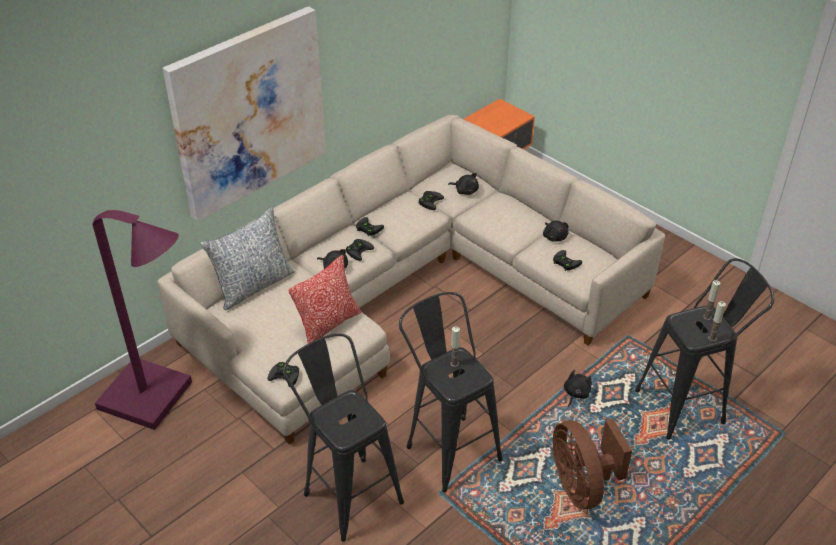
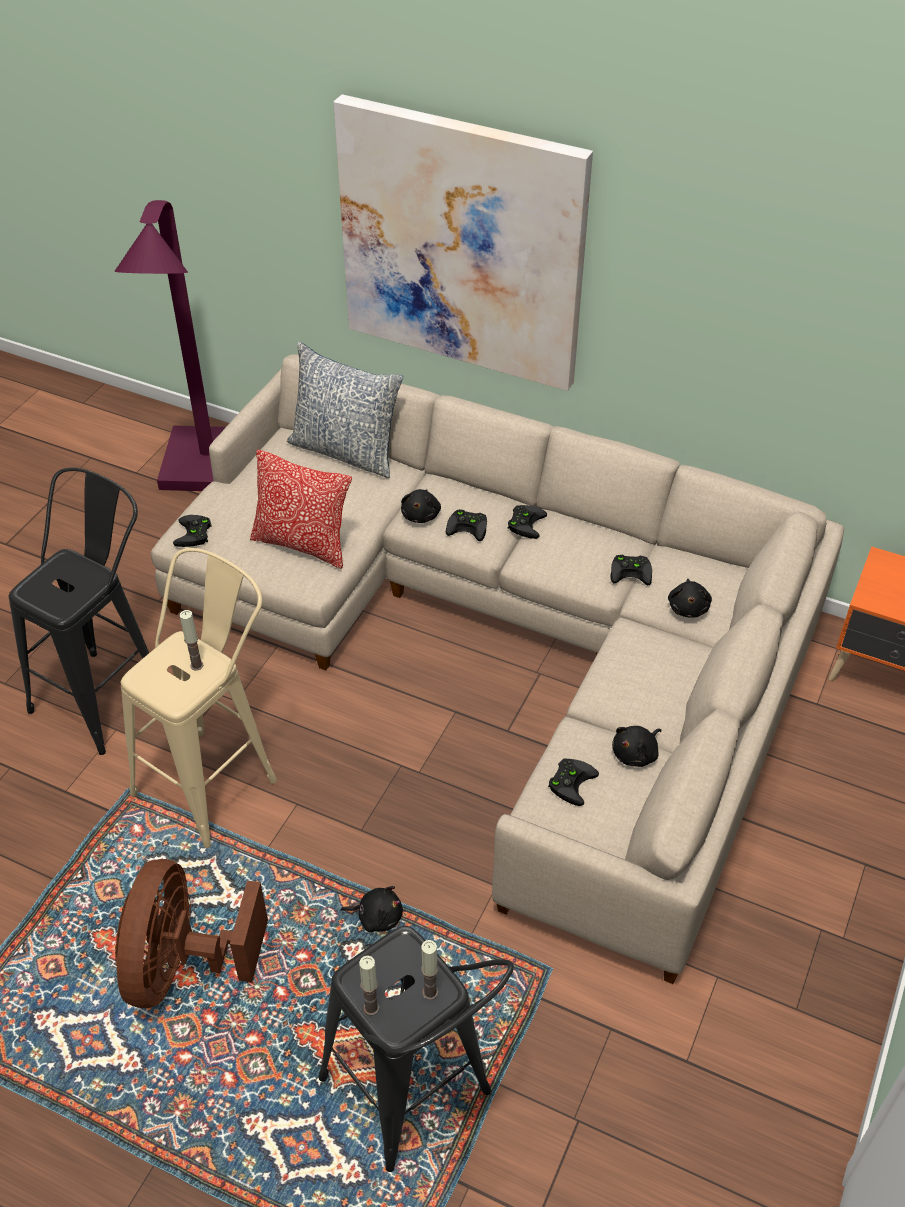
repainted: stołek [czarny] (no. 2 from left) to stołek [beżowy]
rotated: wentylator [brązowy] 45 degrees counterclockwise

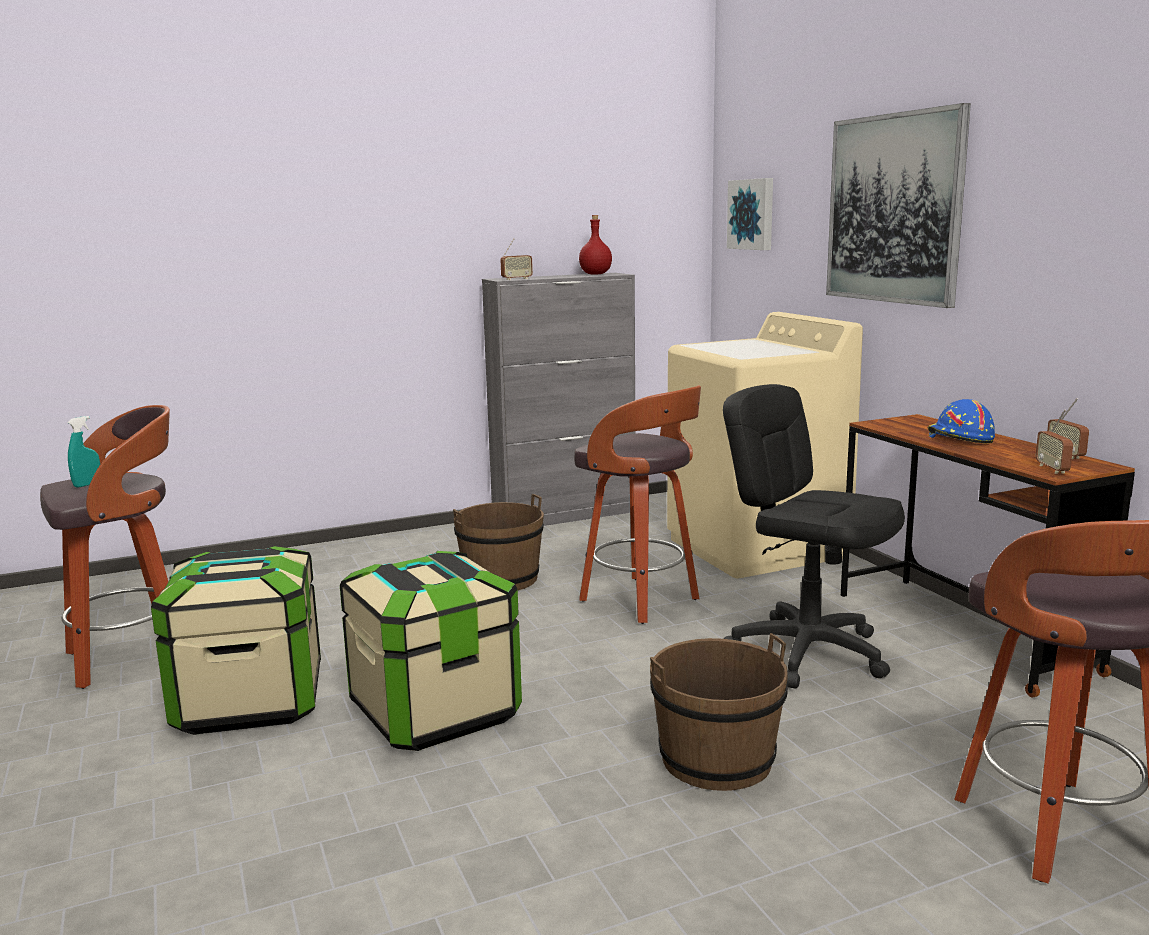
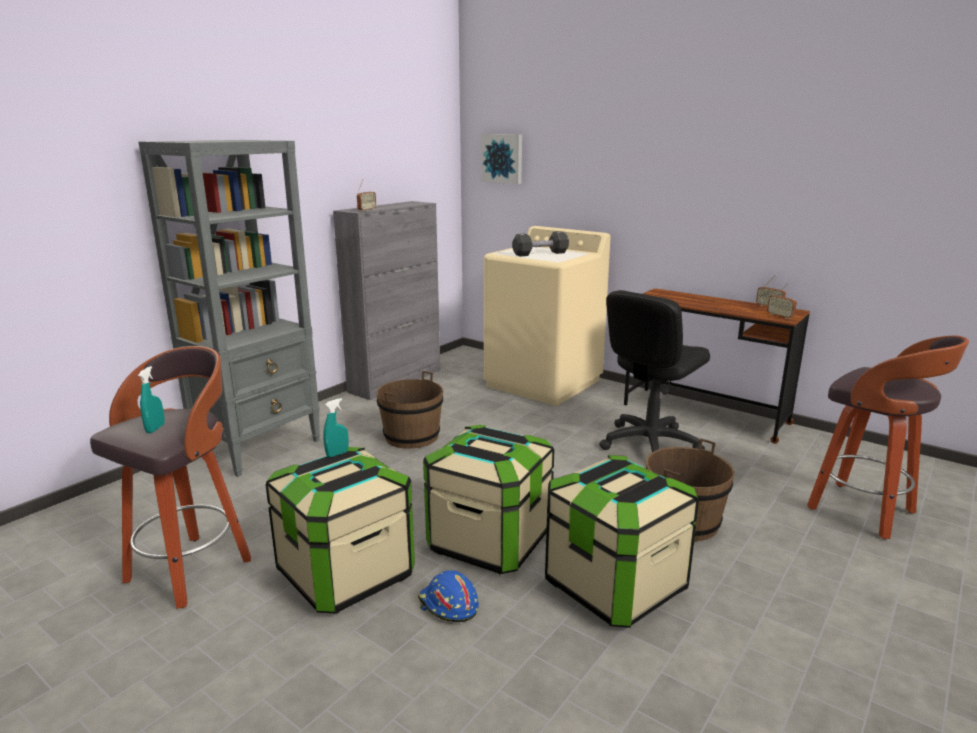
gone: stołek (no. 2 from left); butelka [czerwony]; obraz (no. 2 from left)
new: regał [szary]; spryskiwacz [turkusowy] (no. 2 from left); hantel [czarny]; pojemnik do przechowywania (no. 3 from left)
shifted: kask [niebieski]
rotated: krzesło biurowe [czarny] 60 degrees counterclockwise

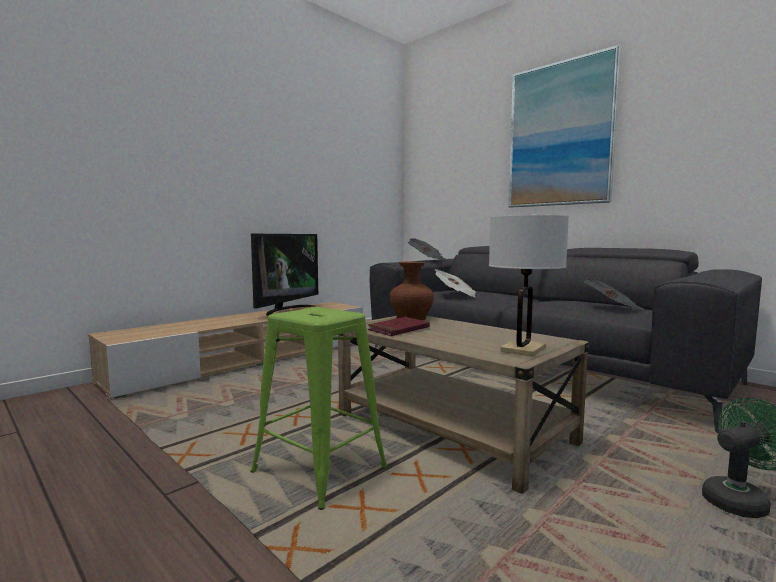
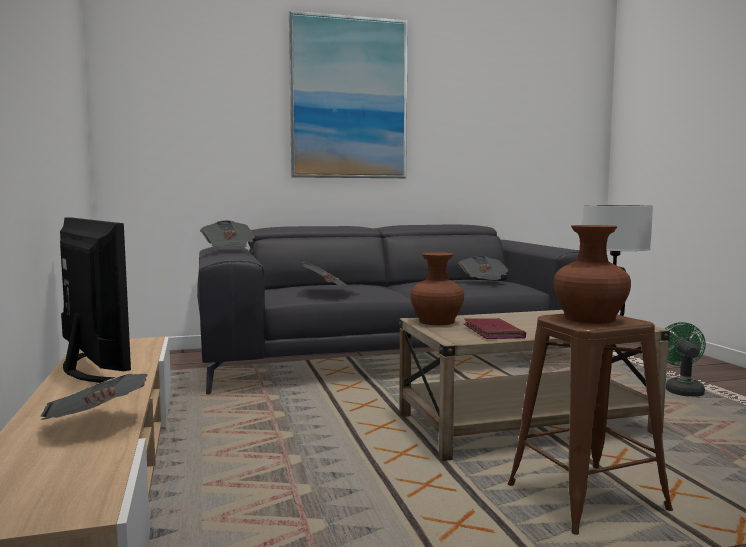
new: gazeta (no. 1 from left); wazon [brązowy] (no. 2 from left)
repainted: stołek [zielony] to stołek [brązowy]

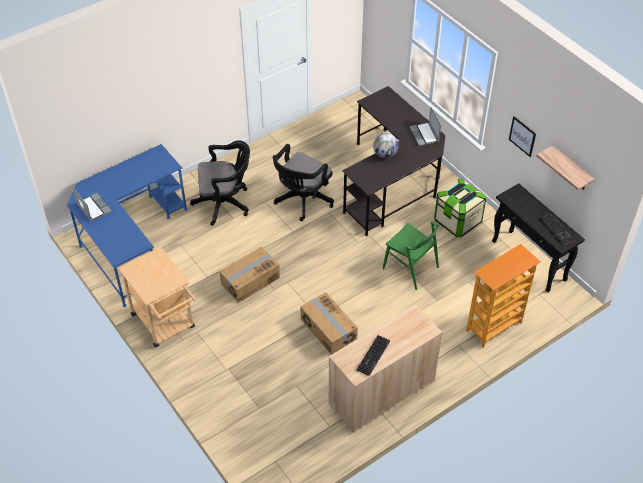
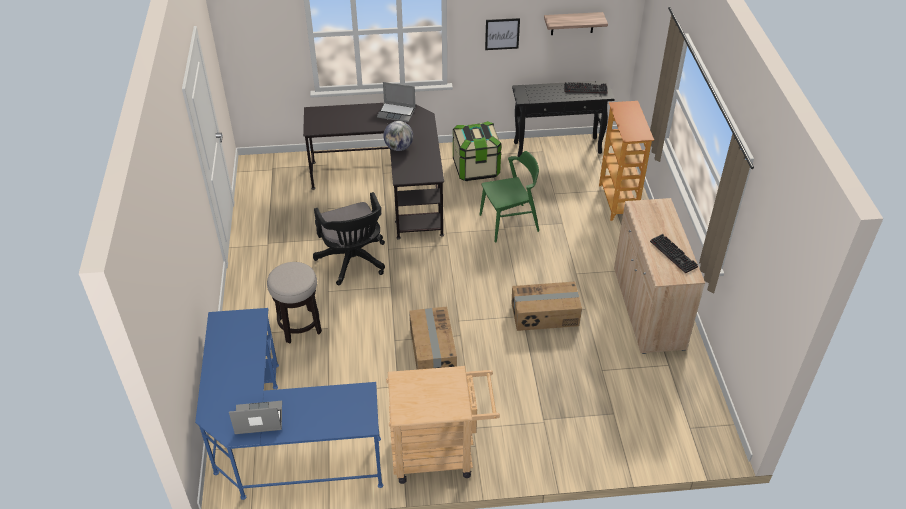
swapped: krzesło biurowe [czarny] (no. 1 from left) to stołek

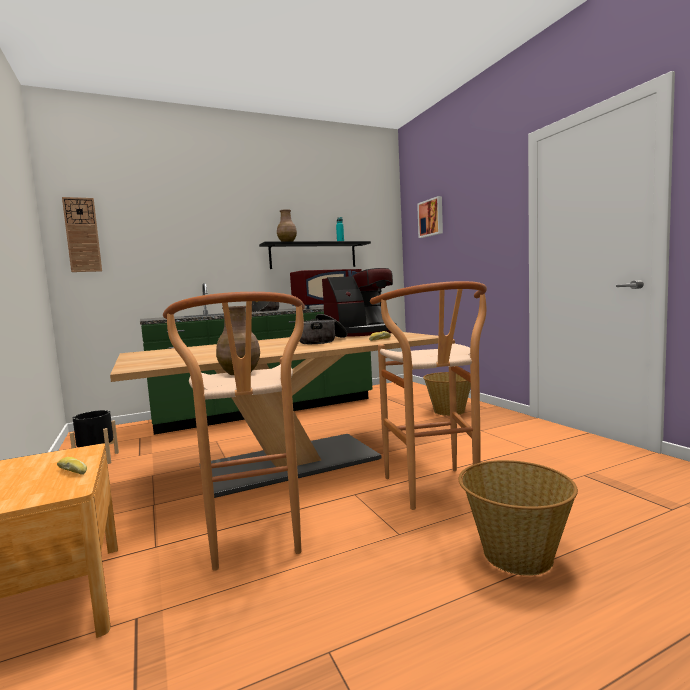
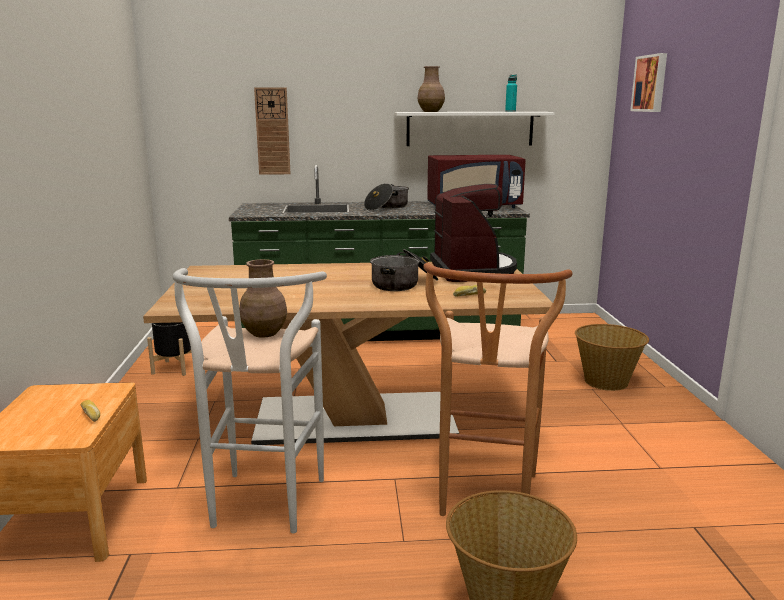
shifted: zegar ścienny
repainted: stołek [brązowy] (no. 1 from left) to stołek [biały]; półka [czarny] to półka [biały]
rotated: ekspres do kawy 90 degrees counterclockwise

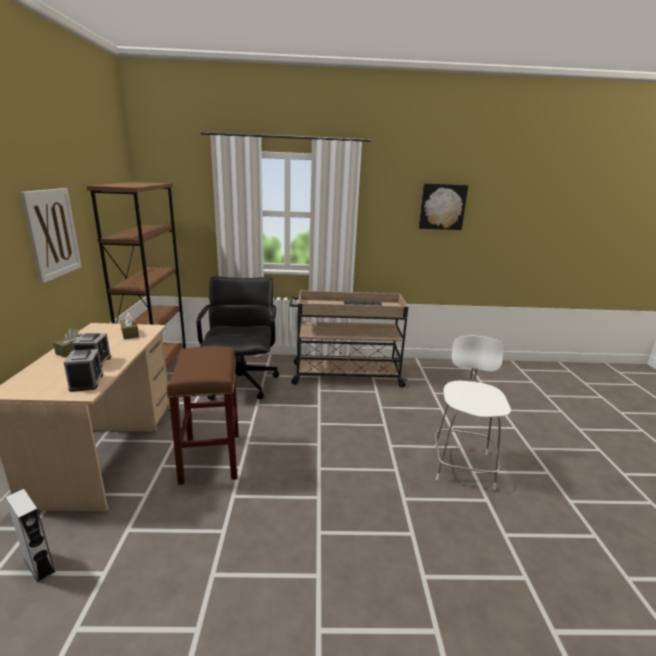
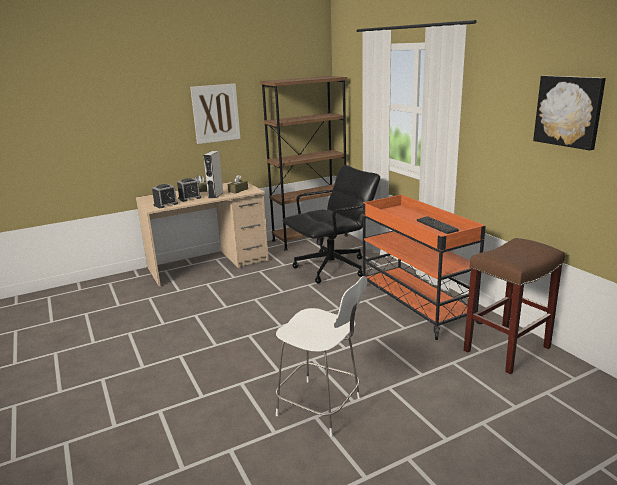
shifted: głośnik [szary]; stołek [brązowy]
repainted: wózek [beżowy] to wózek [pomarańczowy]
rotated: krzesło [biały] 45 degrees clockwise

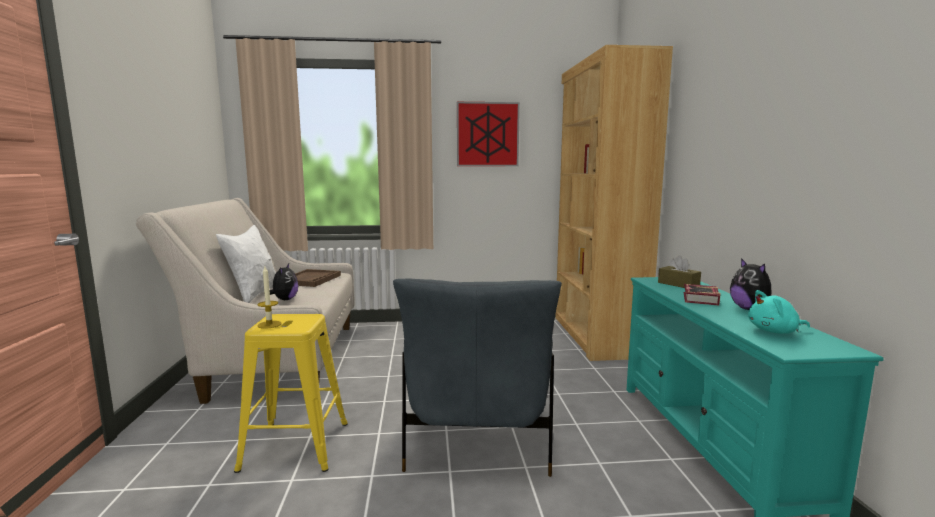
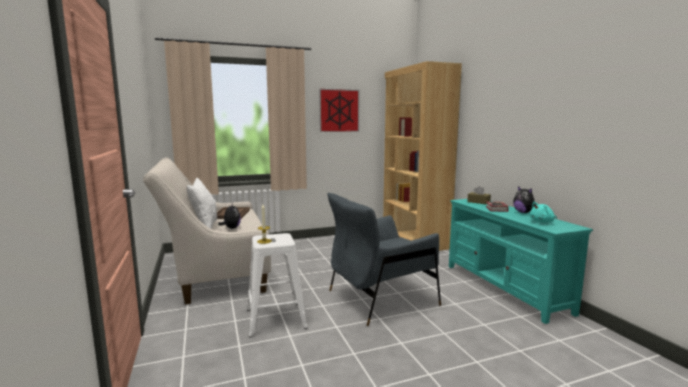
repainted: stołek [żółty] to stołek [biały]
rotated: fotel [szary] 75 degrees clockwise

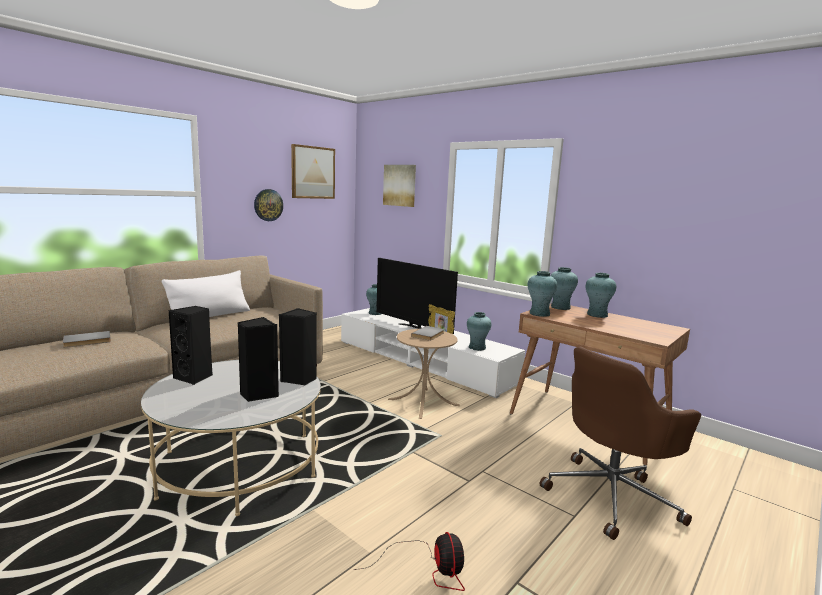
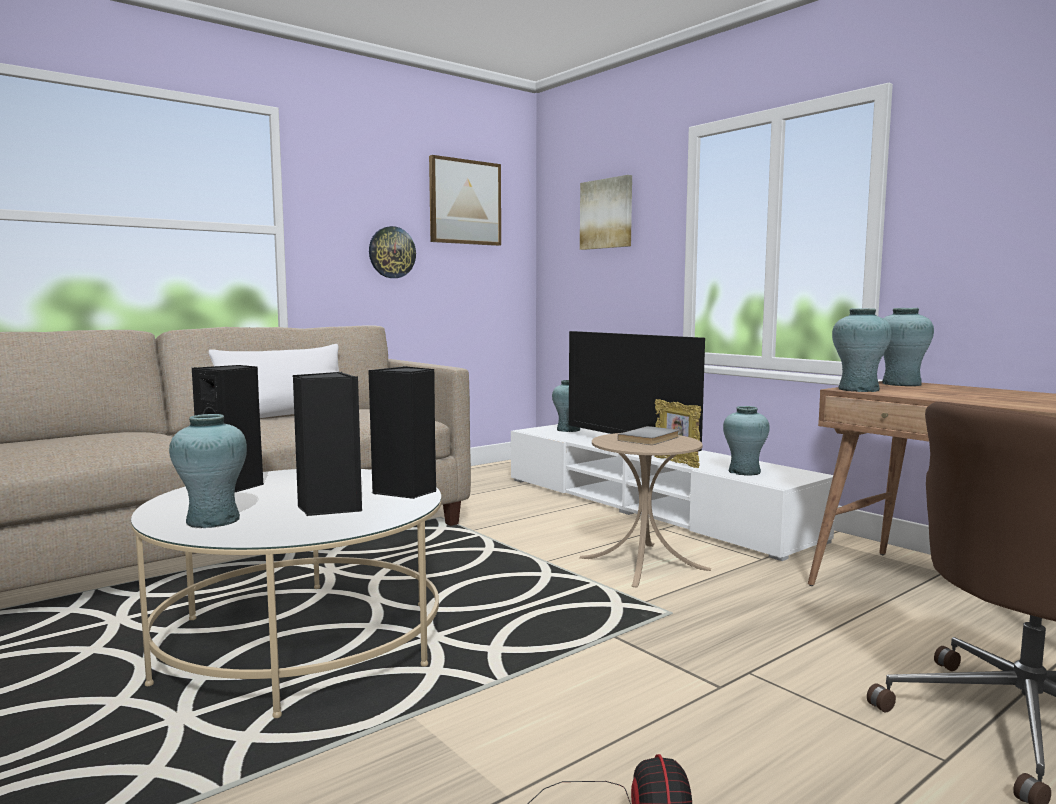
gone: książka [szary] (no. 1 from left)
shifted: wazon [turkusowy] (no. 5 from left in the first image) to wazon [turkusowy] (no. 1 from left)

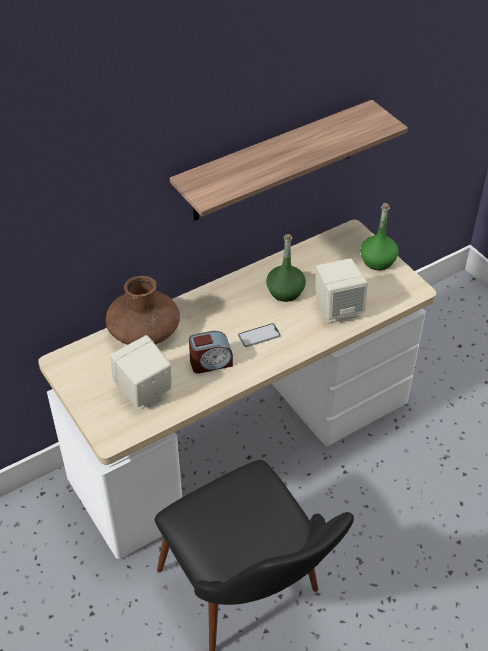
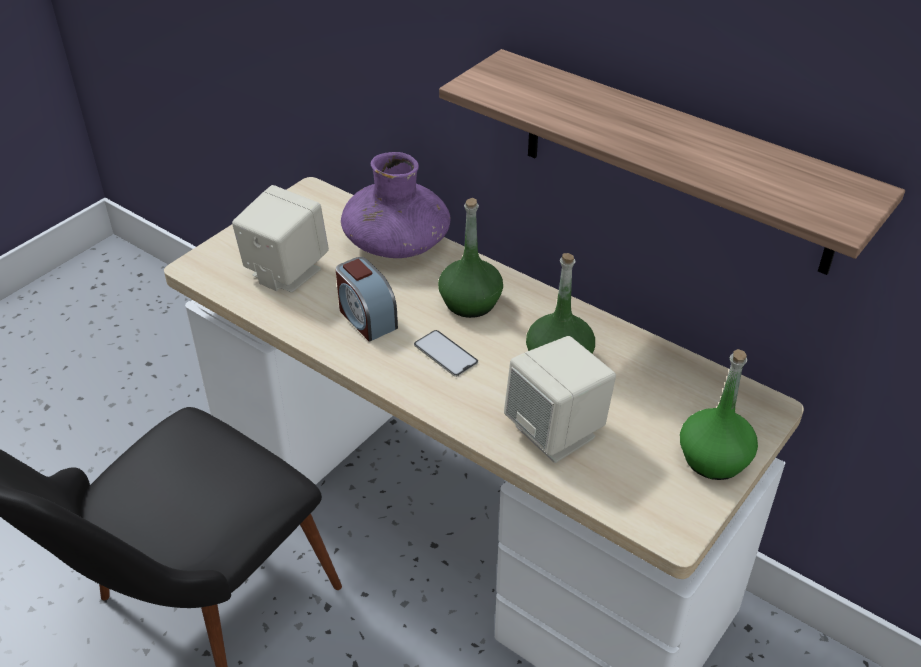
new: butelka [zielony] (no. 1 from left)
repainted: wazon [brązowy] to wazon [fioletowy]

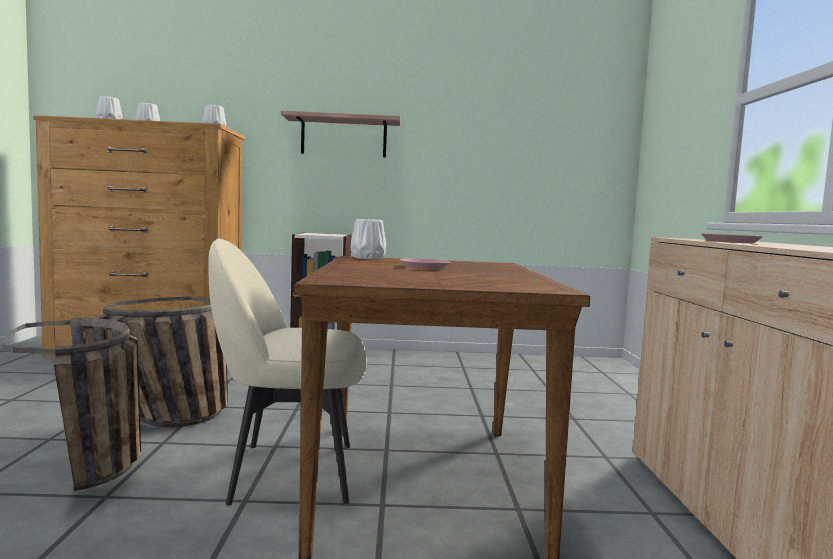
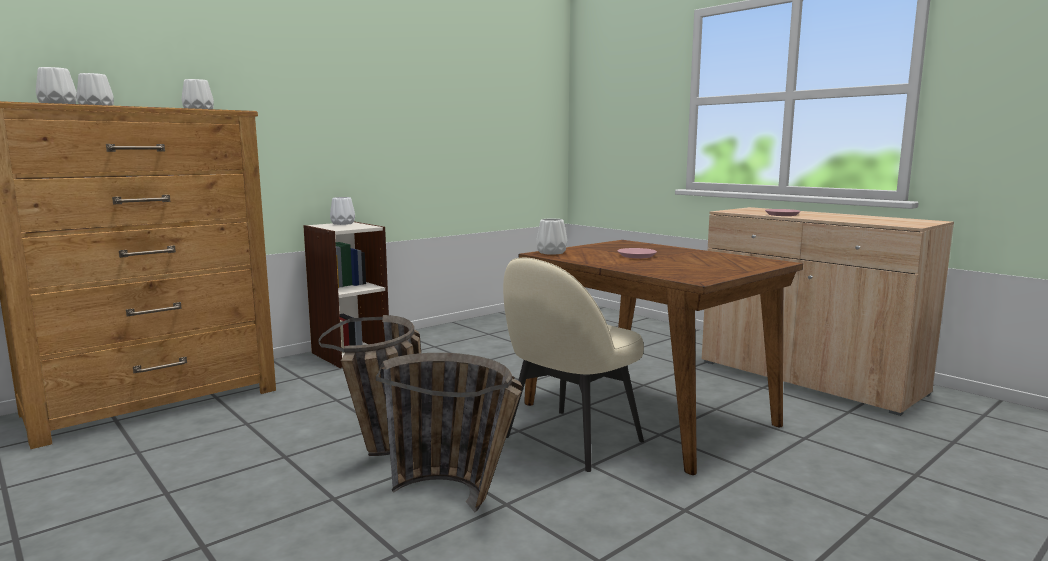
gone: półka
new: wazon [biały] (no. 4 from left)

